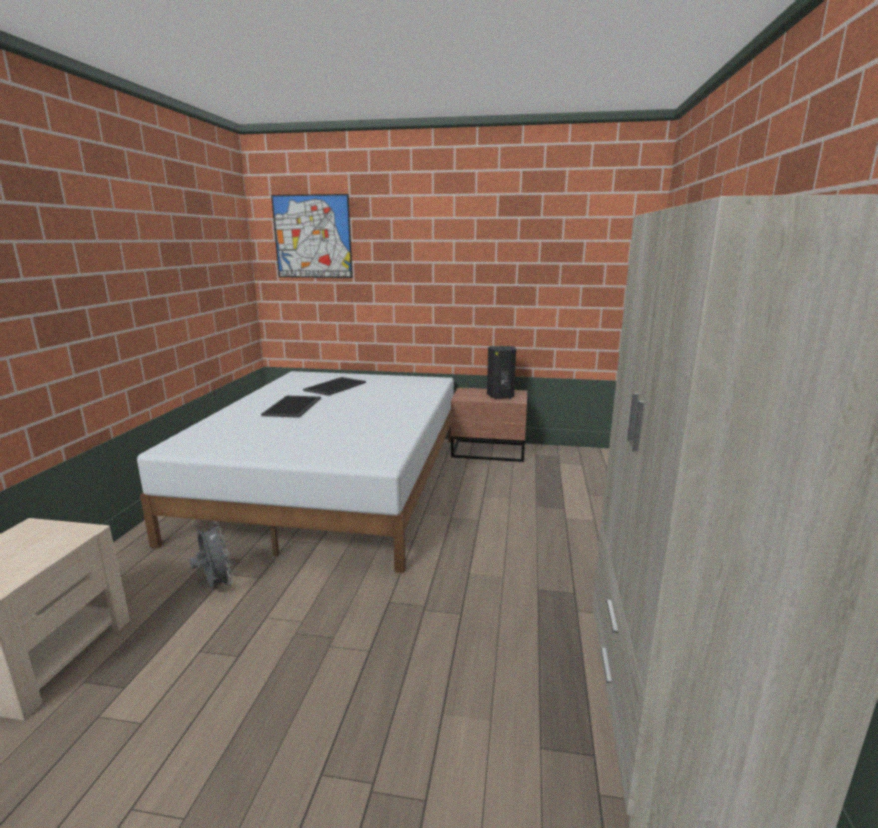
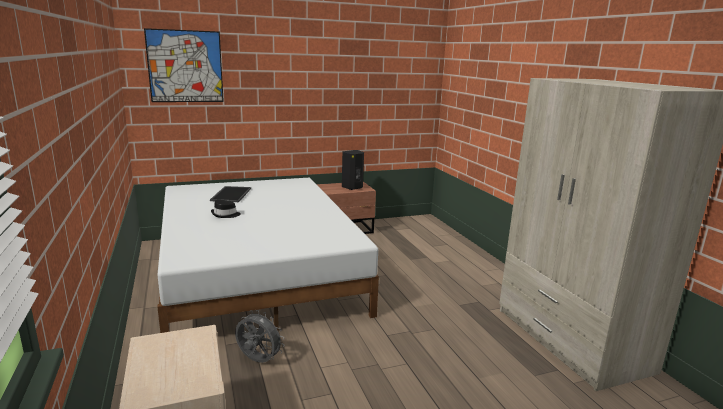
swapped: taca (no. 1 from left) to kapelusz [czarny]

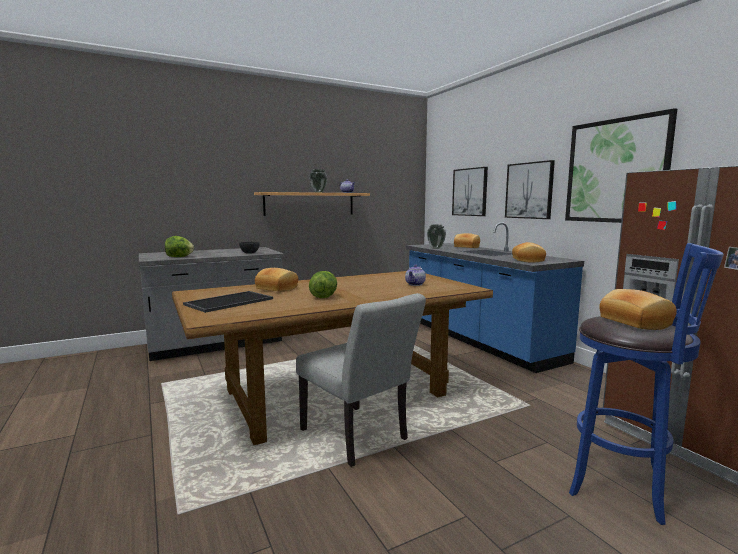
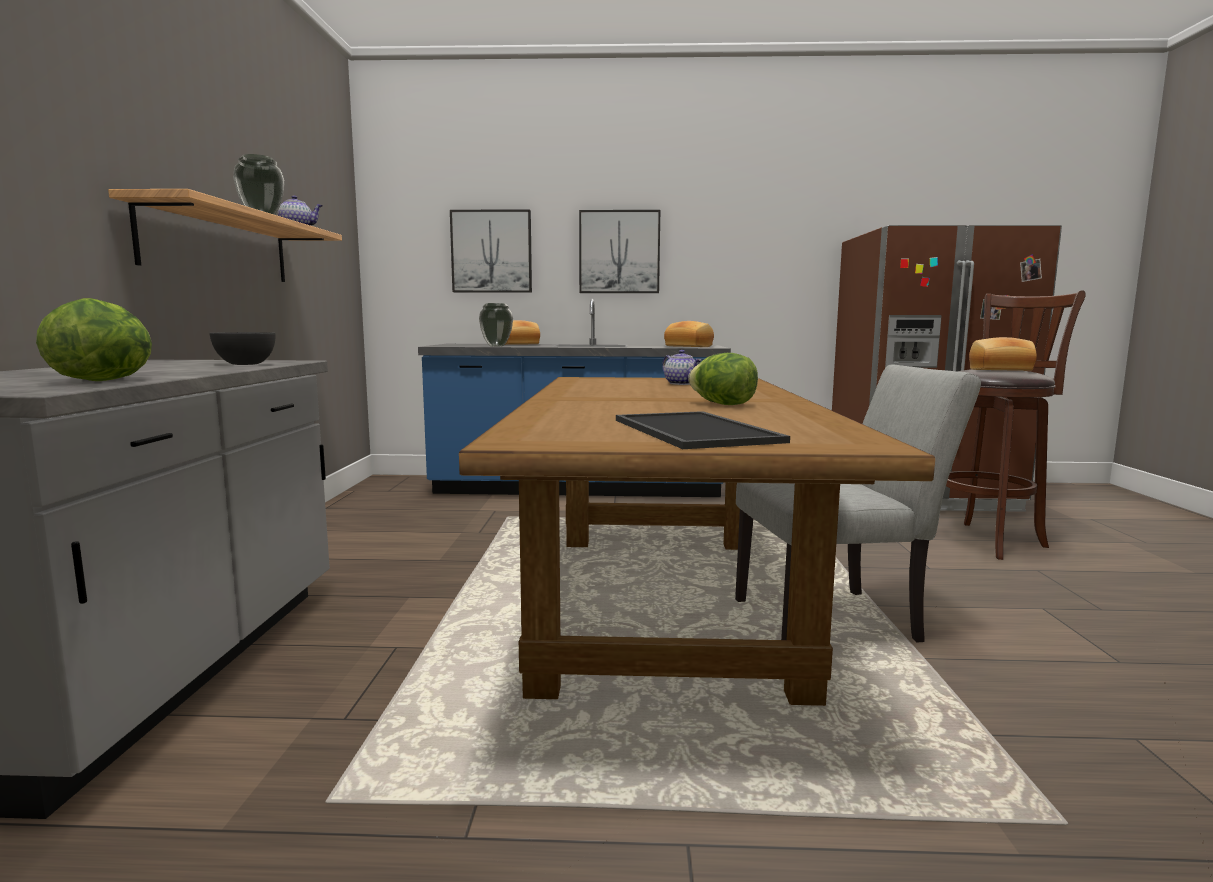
gone: chleb (no. 1 from left); obraz (no. 3 from left)
repainted: stołek [niebieski] to stołek [brązowy]

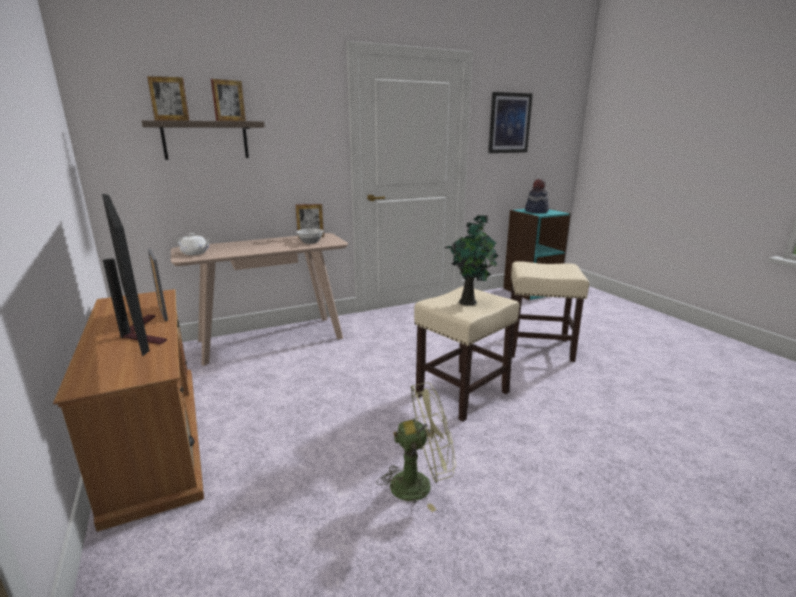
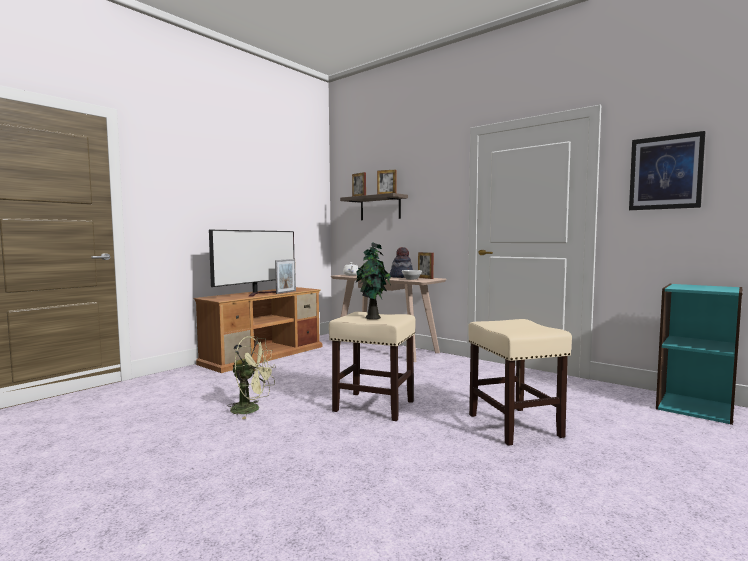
shifted: kapelusz
rotated: wentylator [zielony] 45 degrees counterclockwise

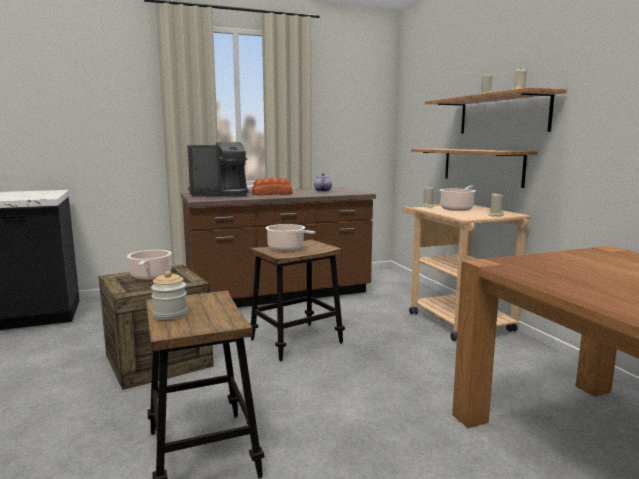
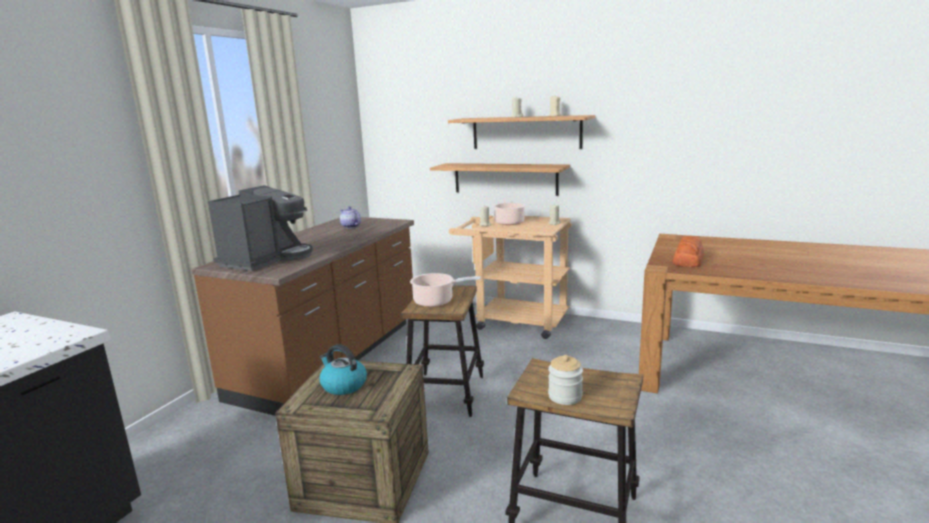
shifted: chleb
swapped: garnek (no. 1 from left) to czajnik

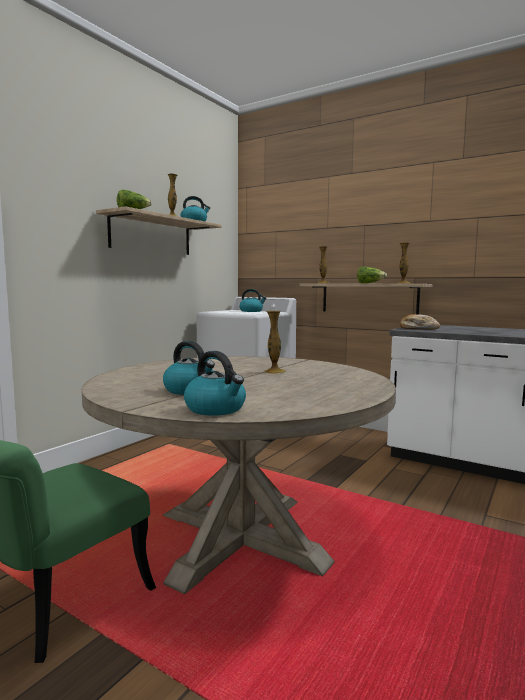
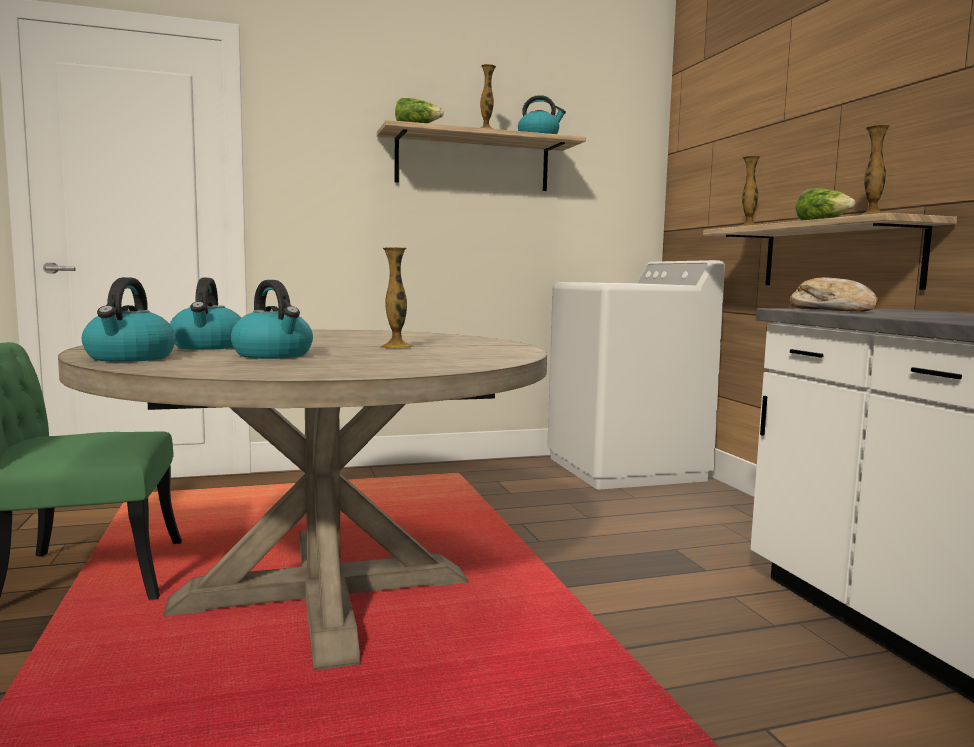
shifted: czajnik (no. 4 from left in the first image) to czajnik (no. 3 from left)

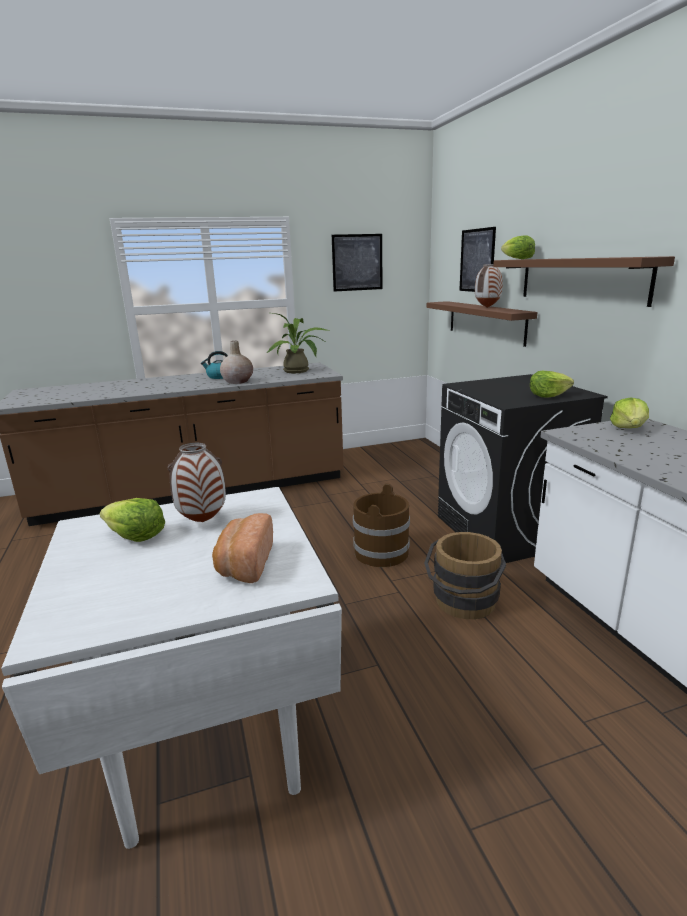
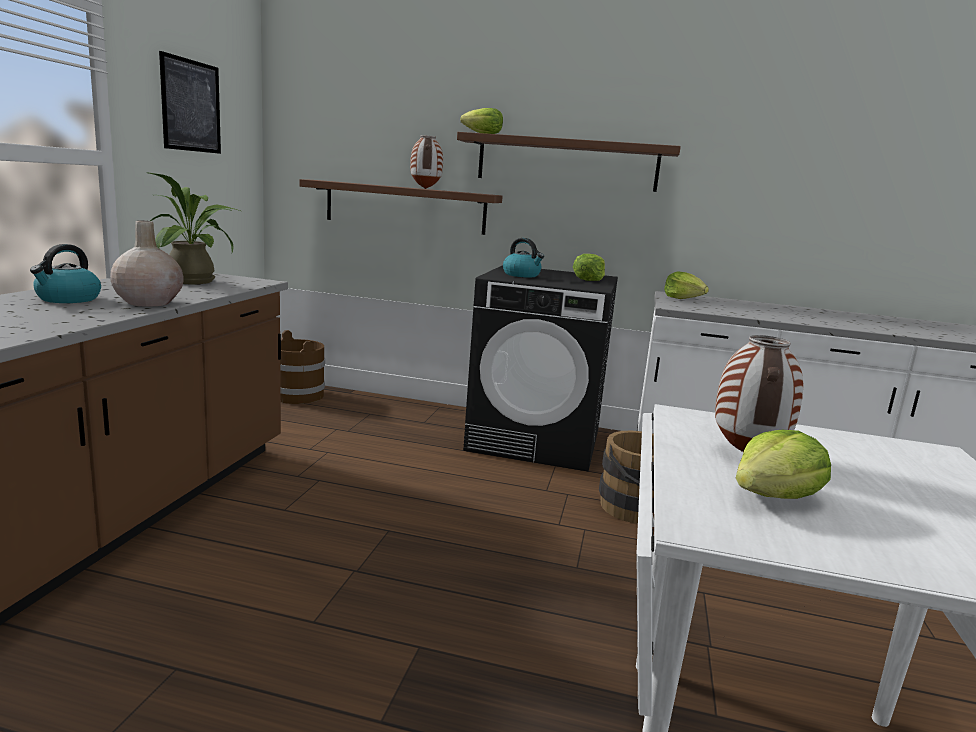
gone: chleb; obraz (no. 2 from left)
new: czajnik (no. 2 from left)
shifted: wiadro [brązowy] (no. 1 from left)

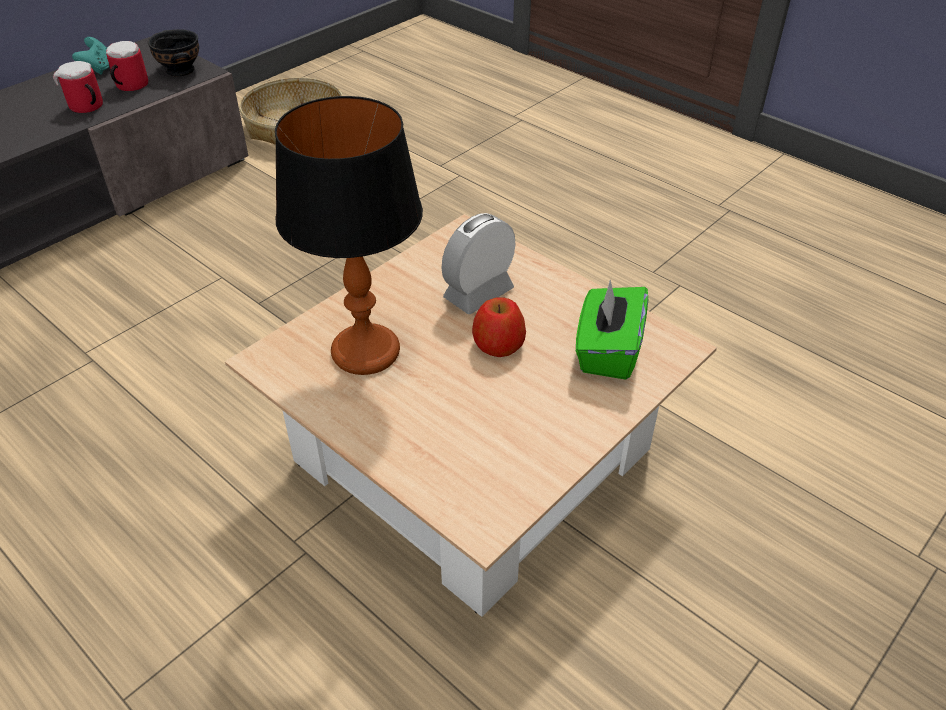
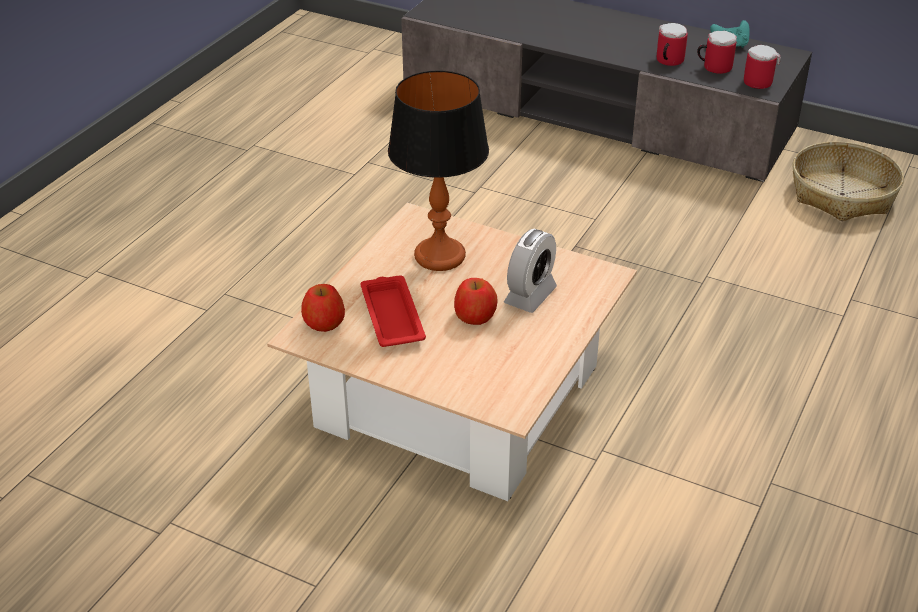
gone: pudełko chusteczek [zielony]
new: jabłko (no. 1 from left); taca [czerwony]
swapped: miska [czarny] to kubek (no. 3 from left)
rotated: budzik 90 degrees clockwise

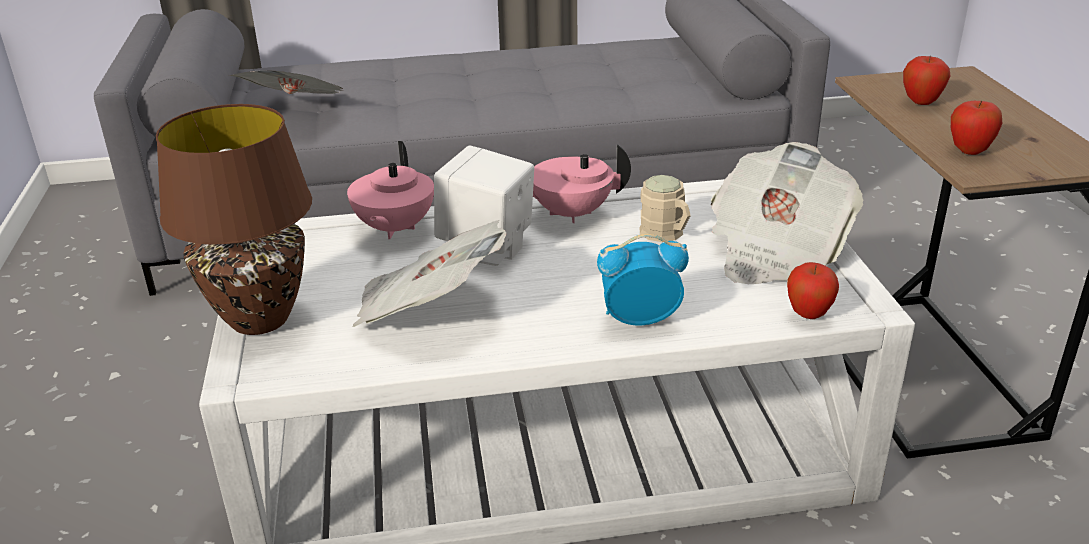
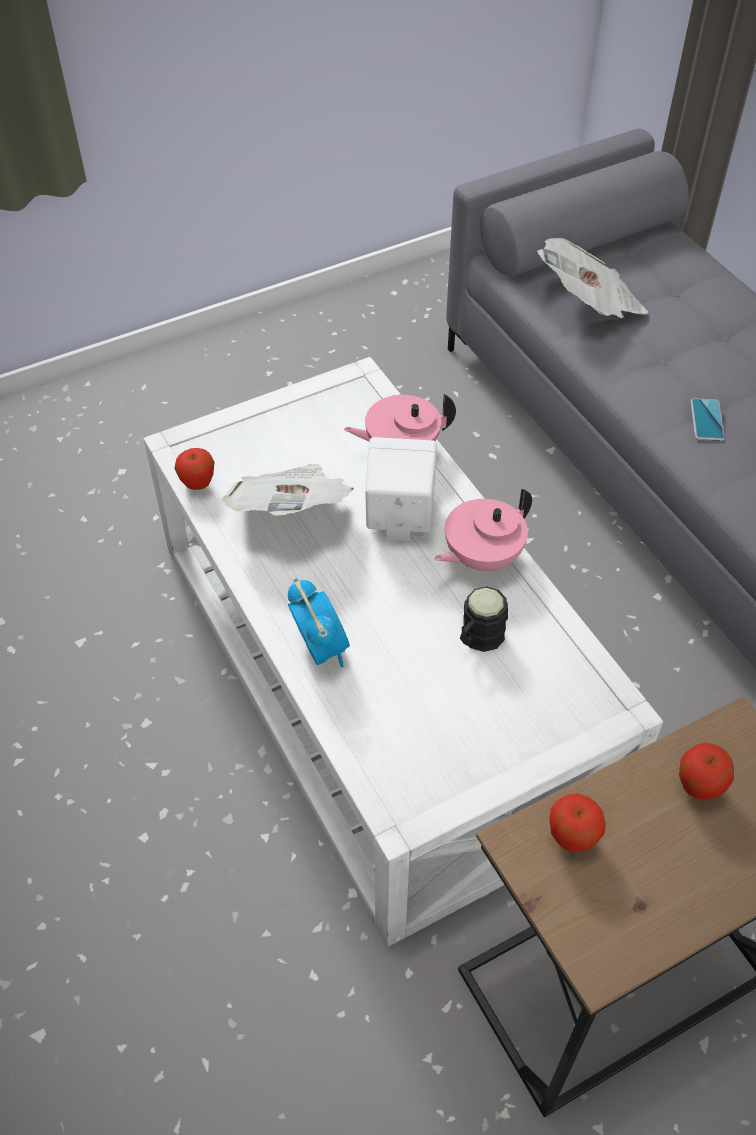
gone: lampa stołowa [brązowy]; gazeta (no. 3 from left)
new: telefon
shifted: jabłko (no. 1 from left)
repainted: kubek [beżowy] to kubek [czarny]
rotated: imbryk [różowy] (no. 2 from left) 105 degrees counterclockwise

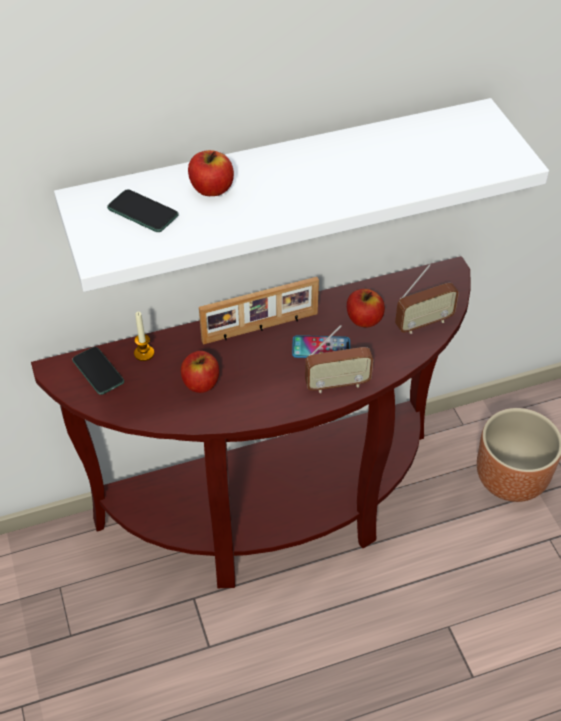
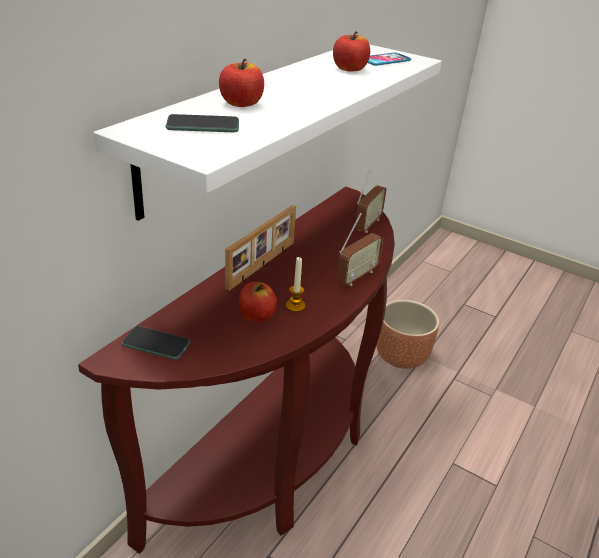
shifted: świeca; telefon (no. 3 from left); jabłko (no. 3 from left)

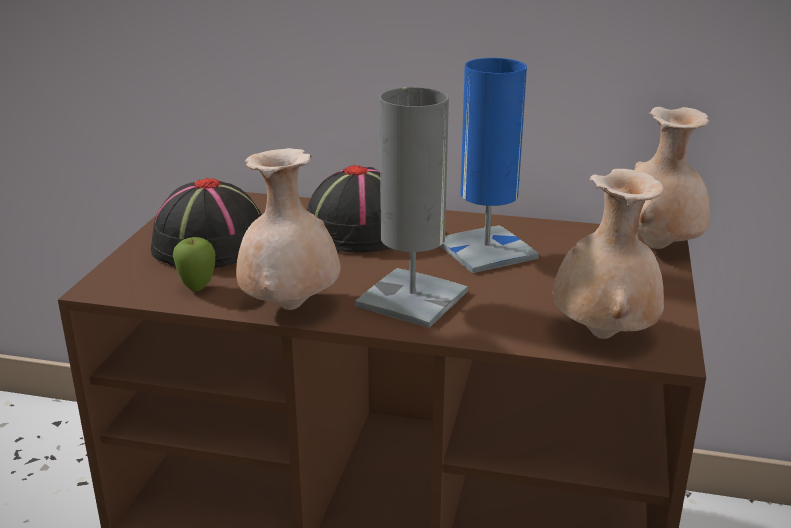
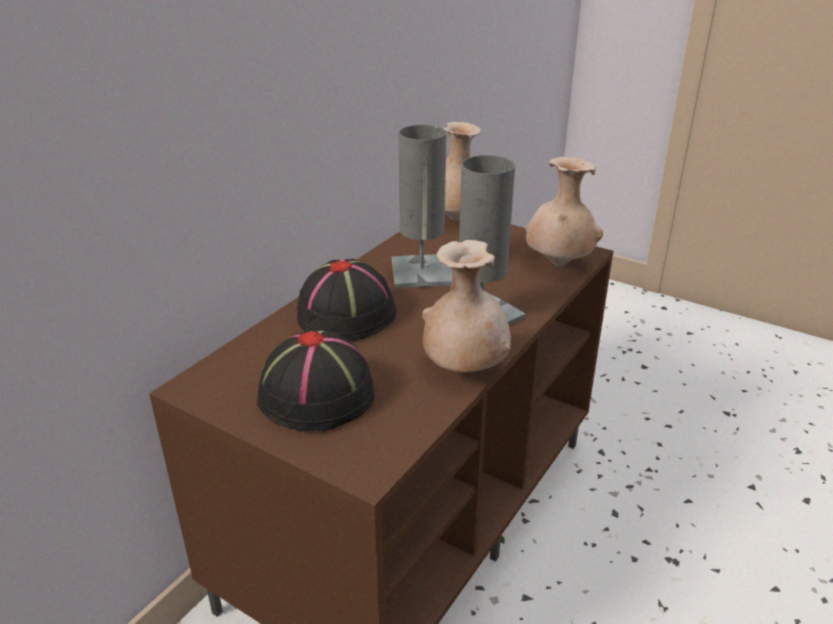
gone: jabłko
repainted: lampa stołowa [niebieski] to lampa stołowa [szary] (no. 1 from left)

